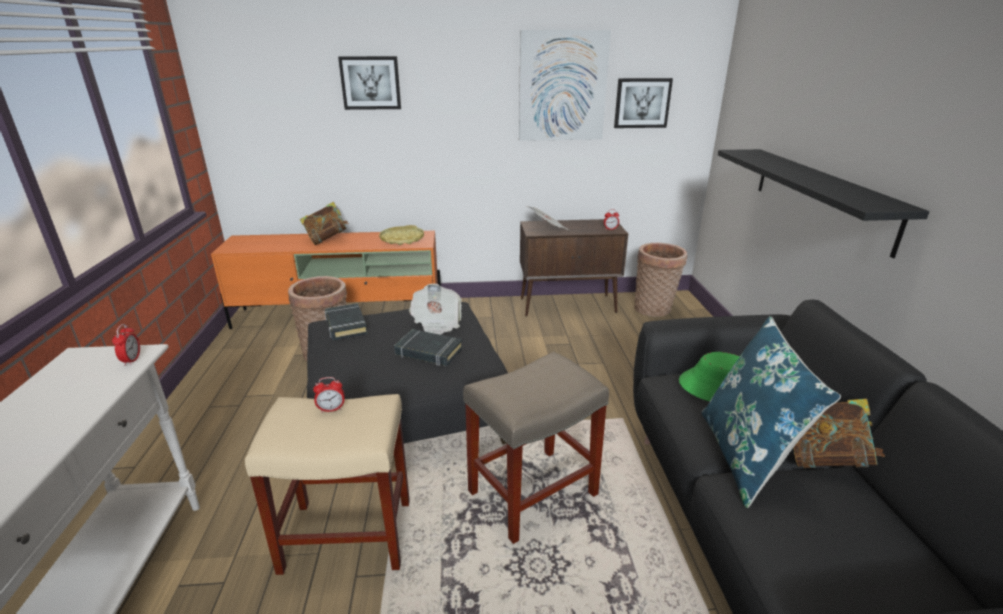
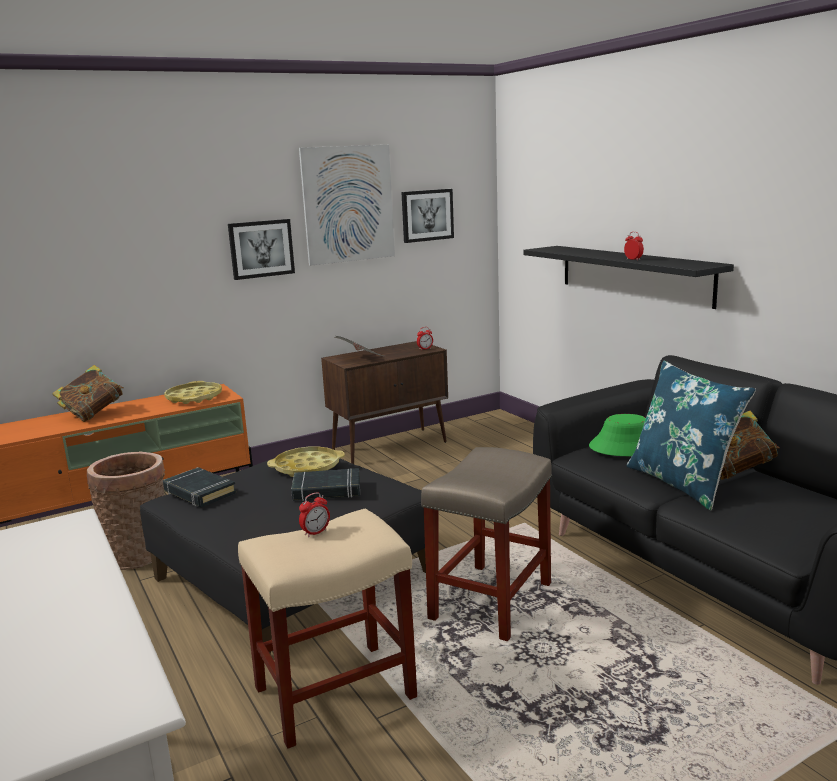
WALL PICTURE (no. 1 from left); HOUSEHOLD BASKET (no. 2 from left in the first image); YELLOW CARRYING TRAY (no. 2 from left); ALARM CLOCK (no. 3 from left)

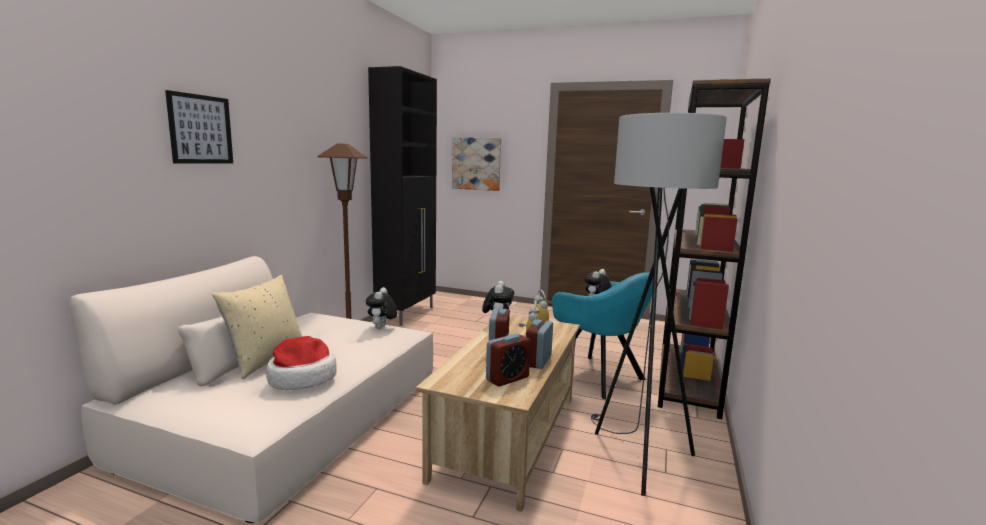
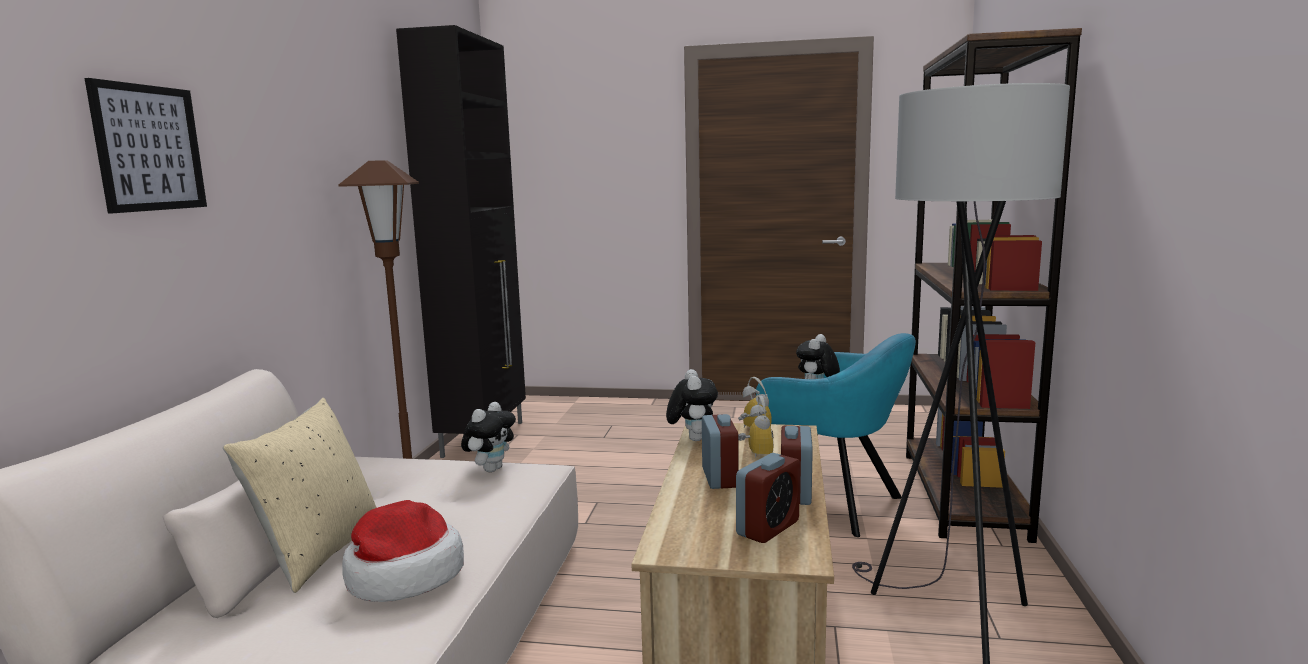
WALL PICTURE (no. 2 from left in the first image); PLUSH TOY (no. 1 from left)

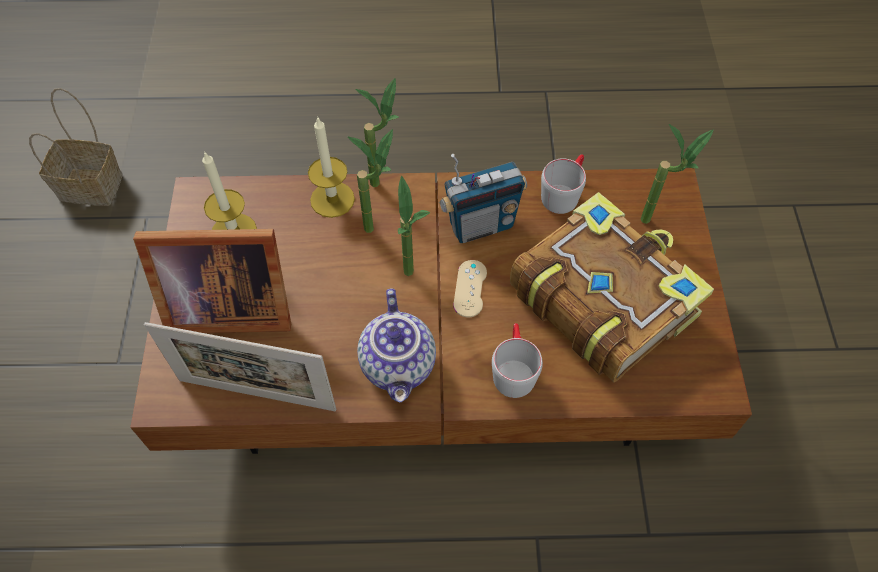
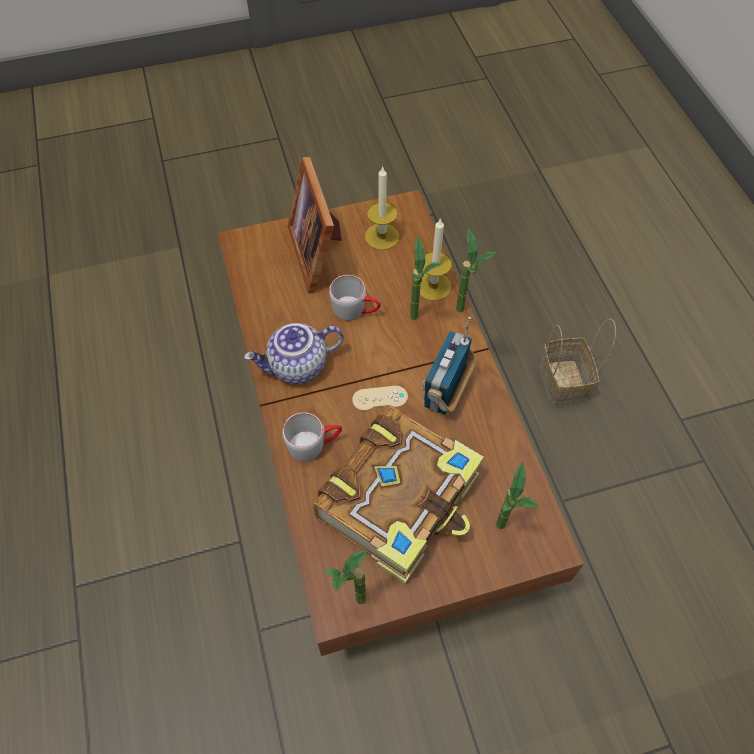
HOUSEHOLD BASKET; RADIO; GREYISH COFFEE MUG (no. 2 from left); PLANT IN A POT (no. 1 from left); STANDING FRAME (no. 2 from left in the first image)

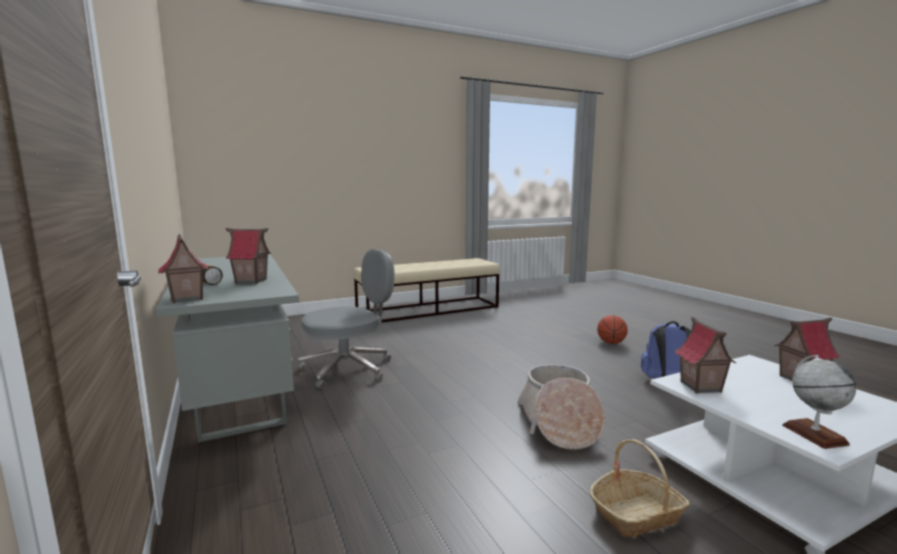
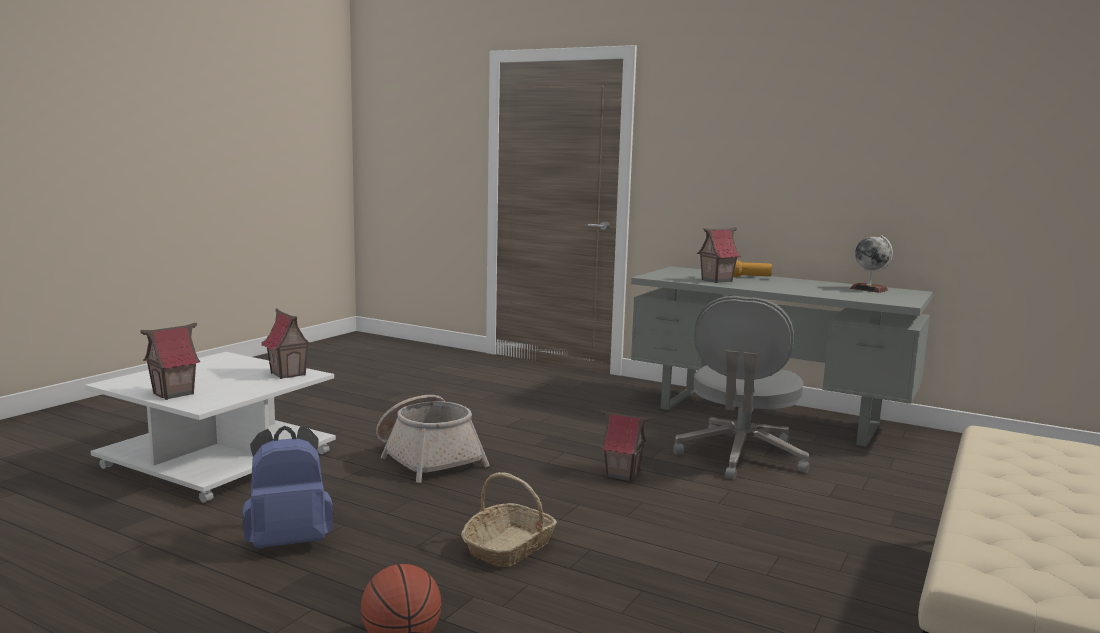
MINIATURE HOUSE (no. 3 from left); WORLD GLOBE; HOUSEHOLD BASKET (no. 2 from left)

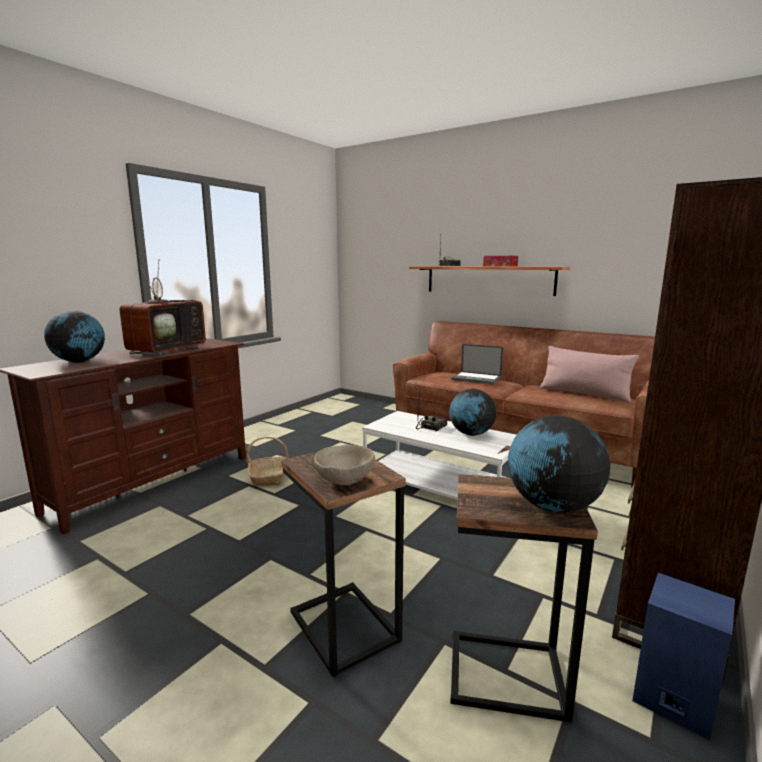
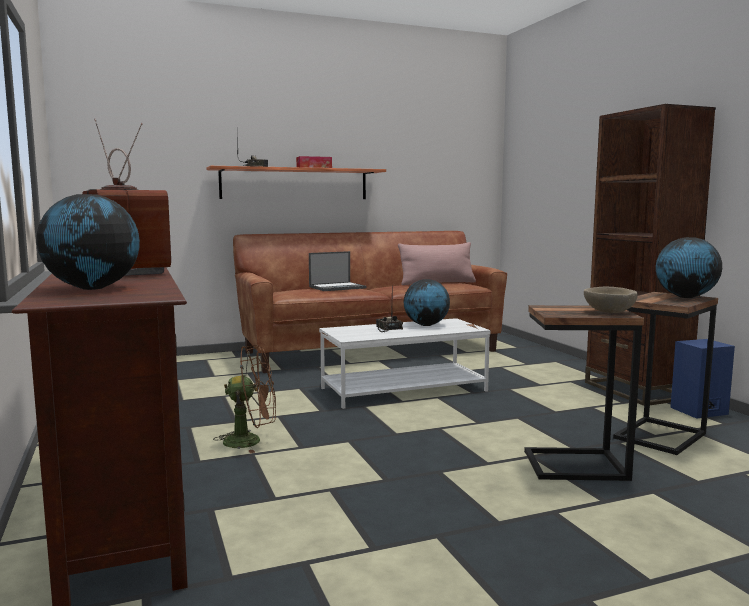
BROWN-COLOURED FAN

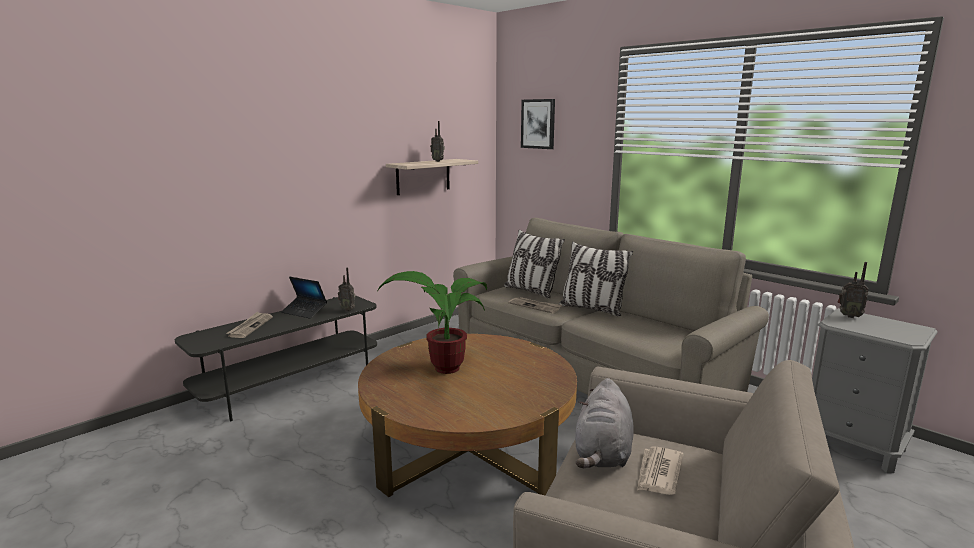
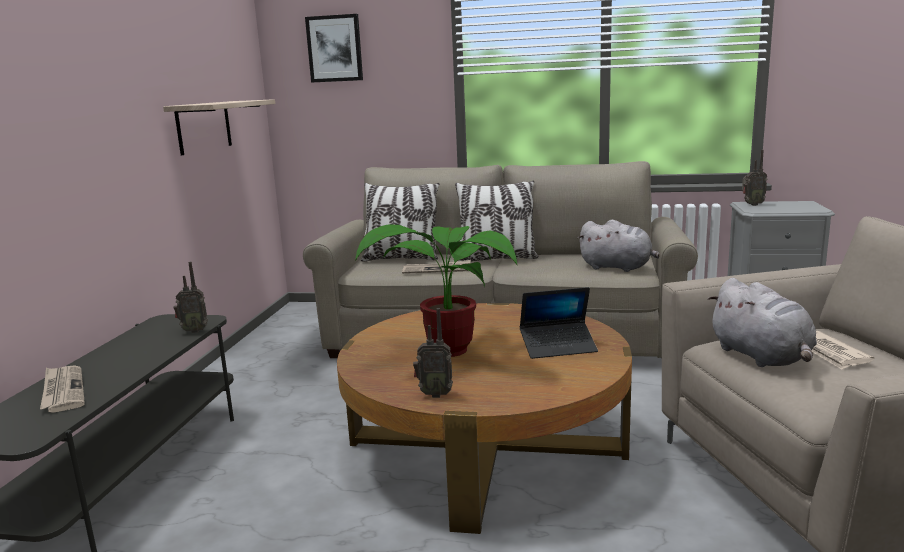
RADIO (no. 2 from left); PORTABLE COMPUTER; GREYISH PLUSH TOY (no. 1 from left)

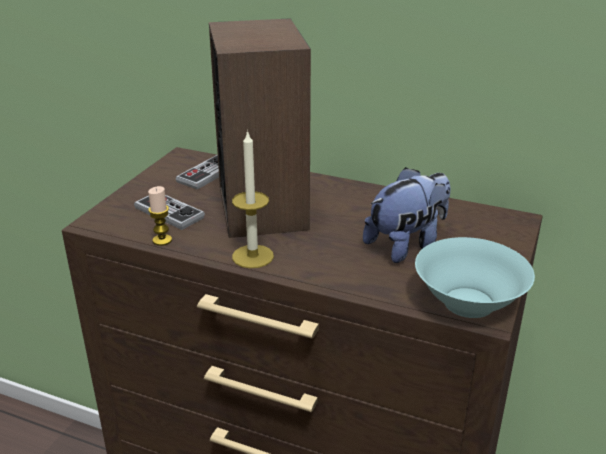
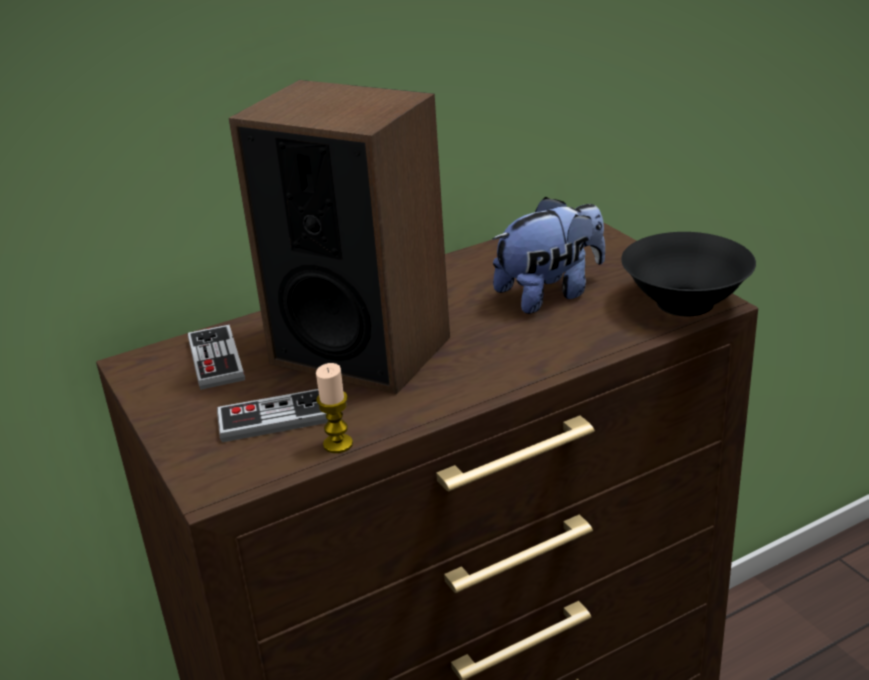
WAX CANDLE (no. 2 from left in the first image); PLUSH TOY; BLACK-COLOURED DEEP DISH

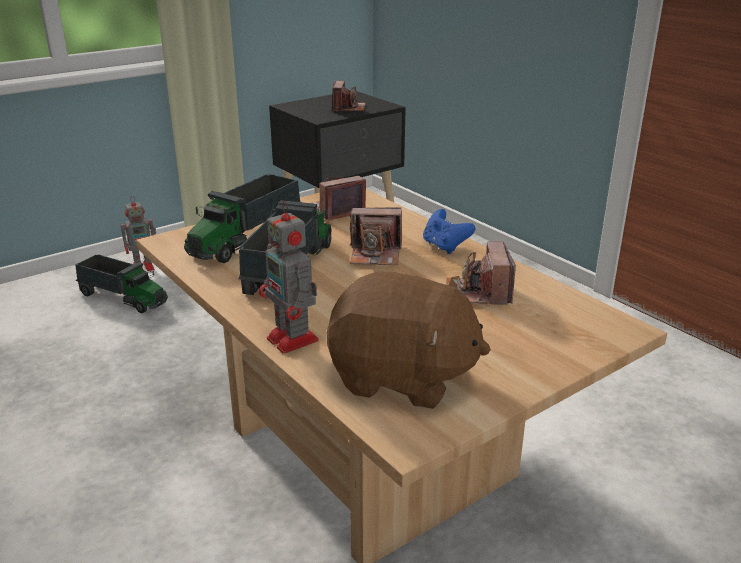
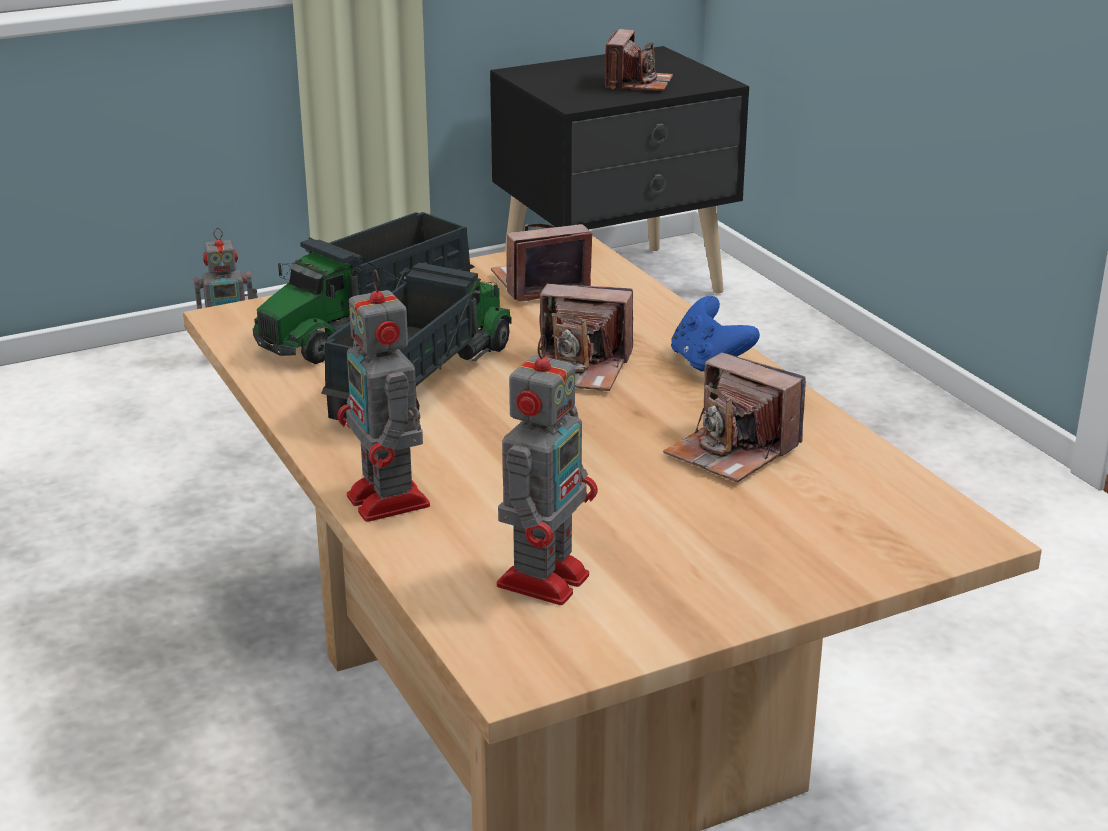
PHOTO CAMERA (no. 4 from left); TOY TRUCK (no. 1 from left in the first image); TOY ROBOT (no. 3 from left)

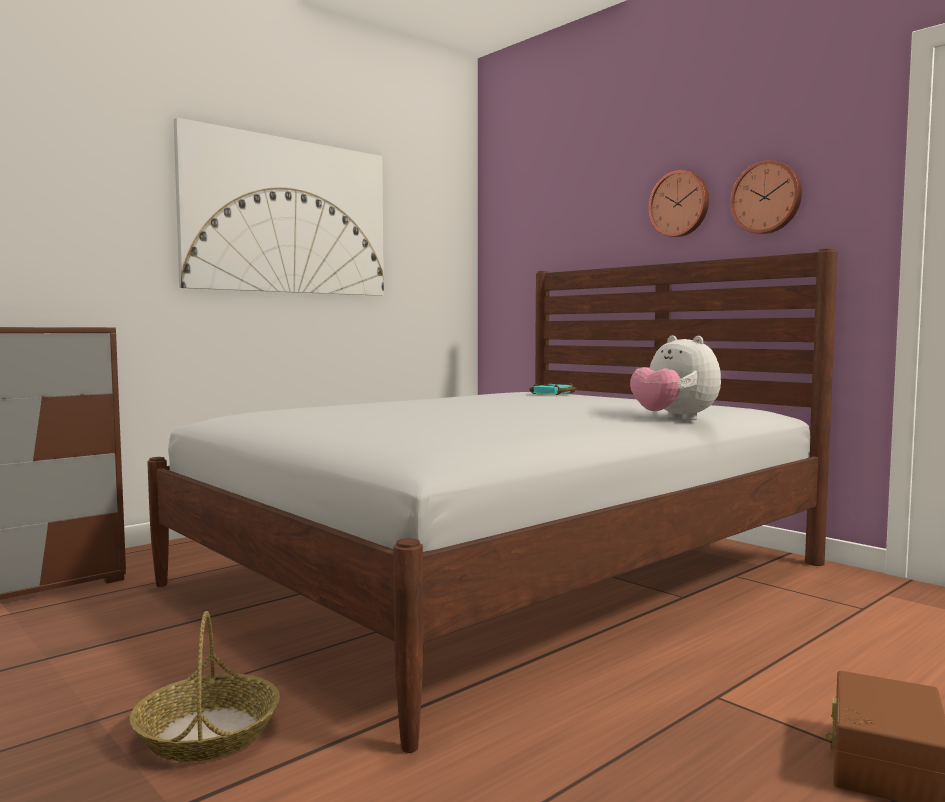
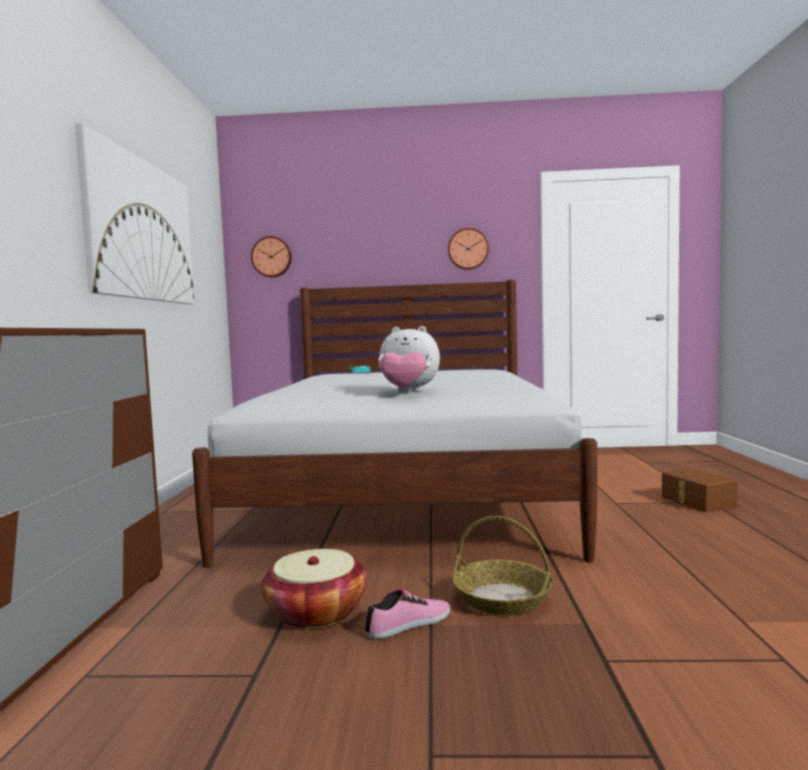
CLOCK ON THE WALL (no. 1 from left); PLUSH TOY; HOUSEHOLD BASKET (no. 1 from left); SHOE

